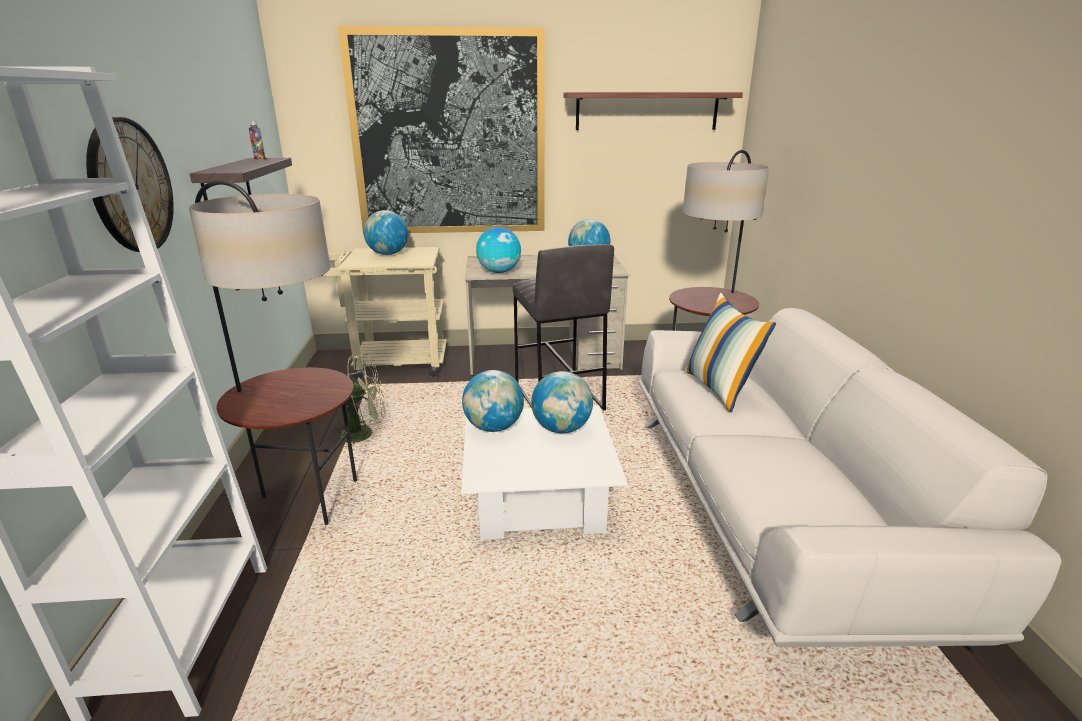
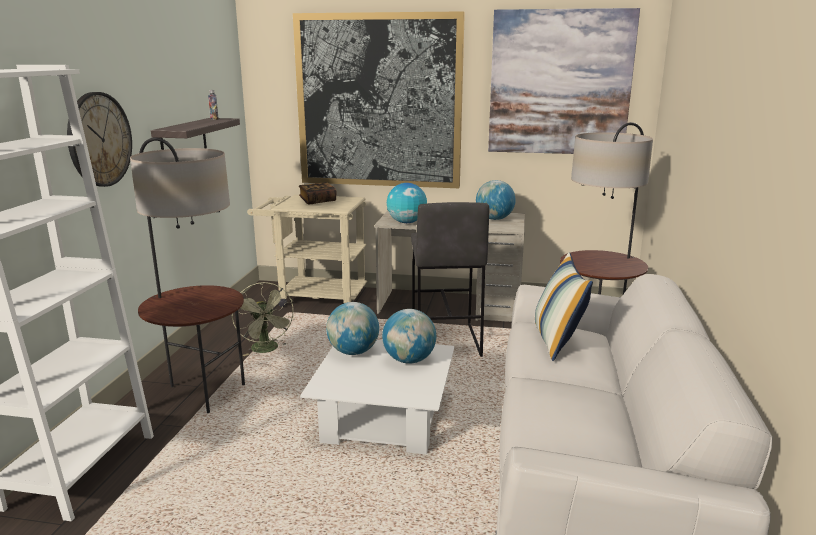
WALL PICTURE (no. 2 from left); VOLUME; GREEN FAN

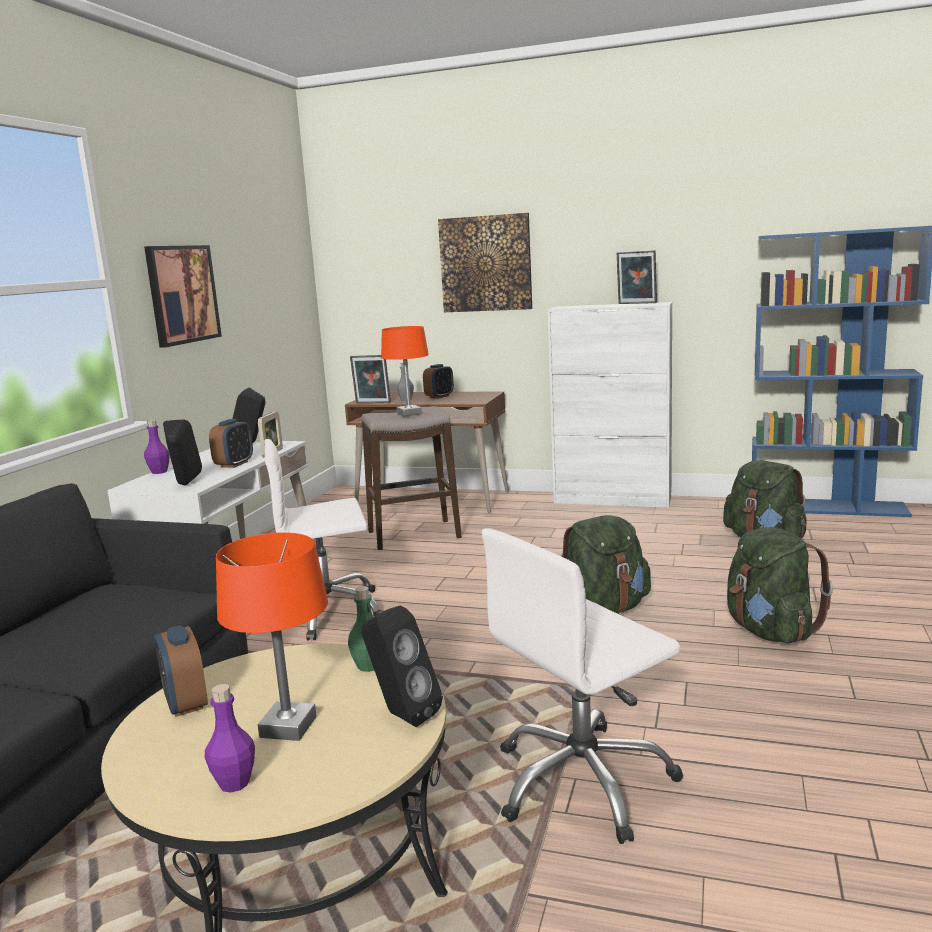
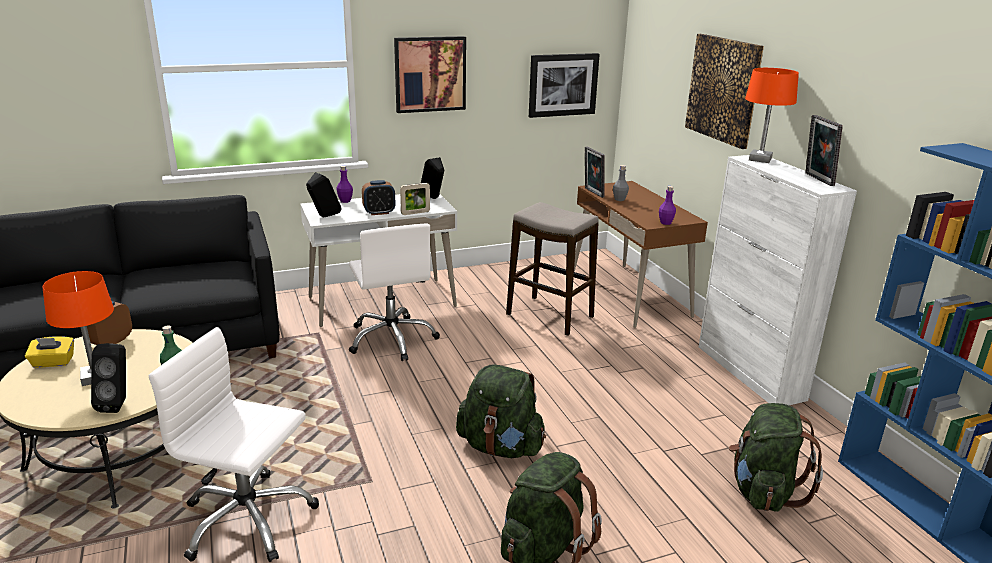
ORANGE-COLOURED LAMP FOR A TABLE (no. 2 from left); ALARM CLOCK (no. 3 from left in the first image); WHITE COMPUTER CHAIR (no. 2 from left); PURPLE BOTTLE (no. 2 from left); WALL PICTURE (no. 2 from left); YELLOW TISSUE BOX

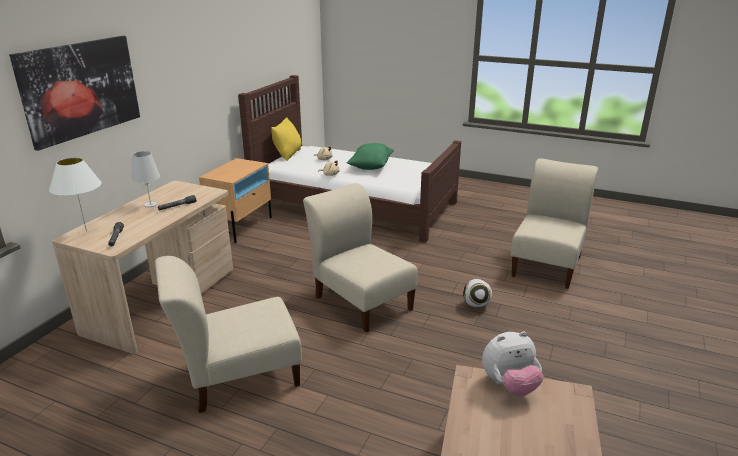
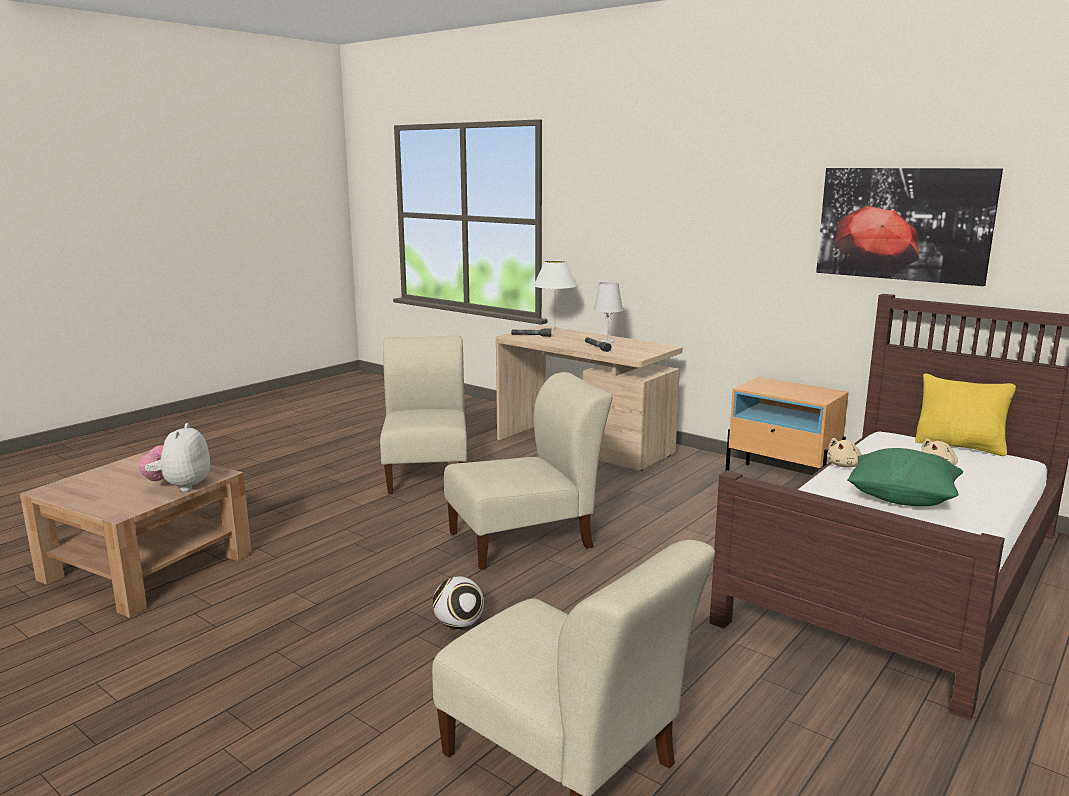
WALL PICTURE

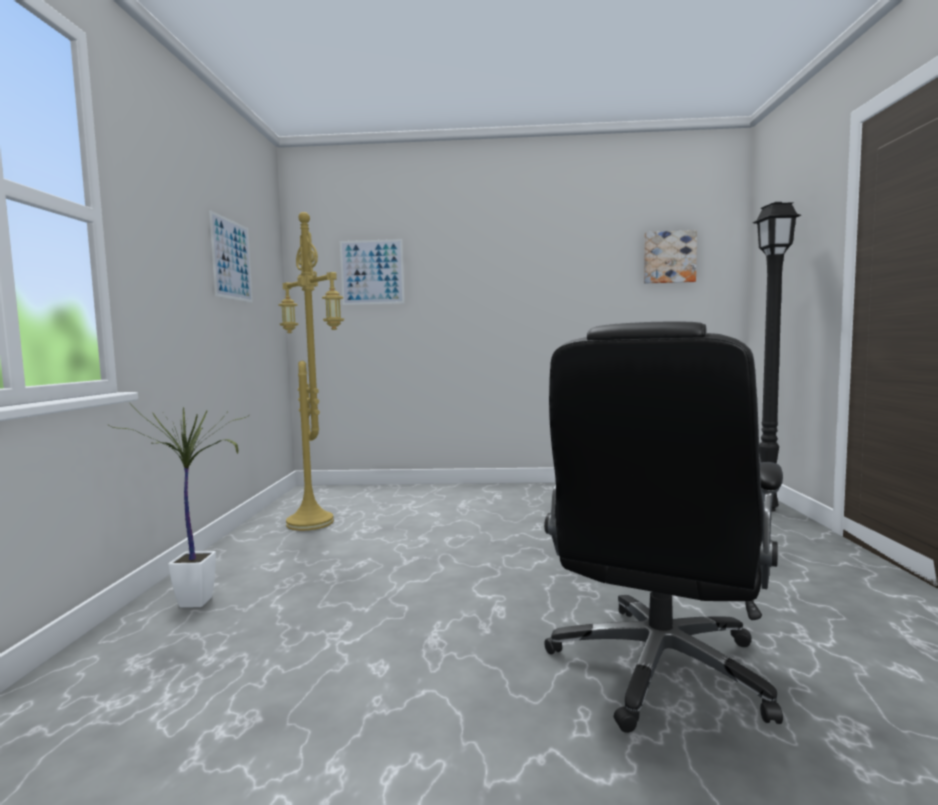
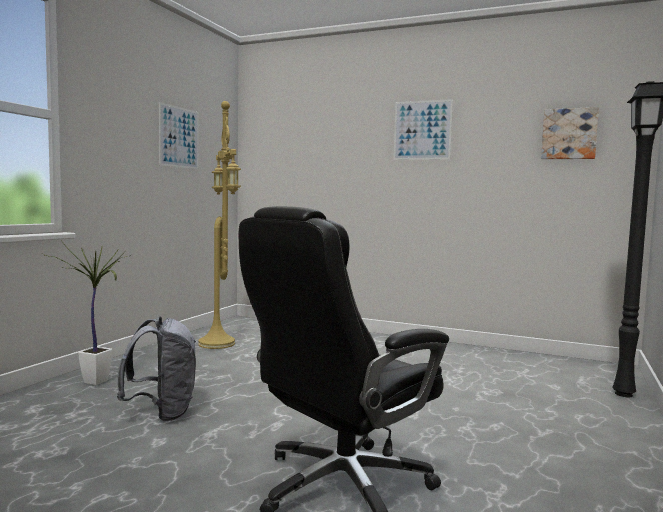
WALL PICTURE (no. 2 from left); GREYISH RUCKSACK

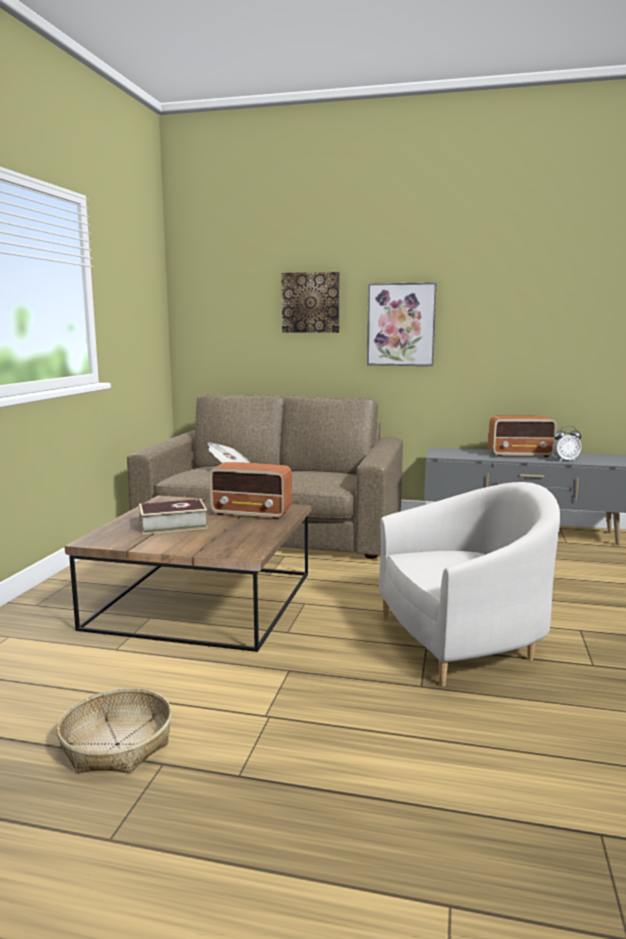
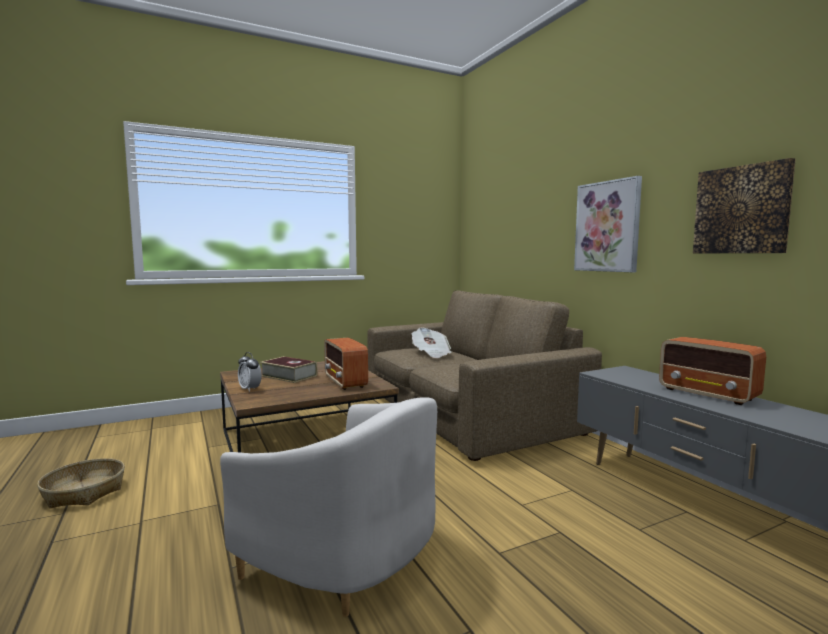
WALL PICTURE (no. 2 from left); ALARM CLOCK

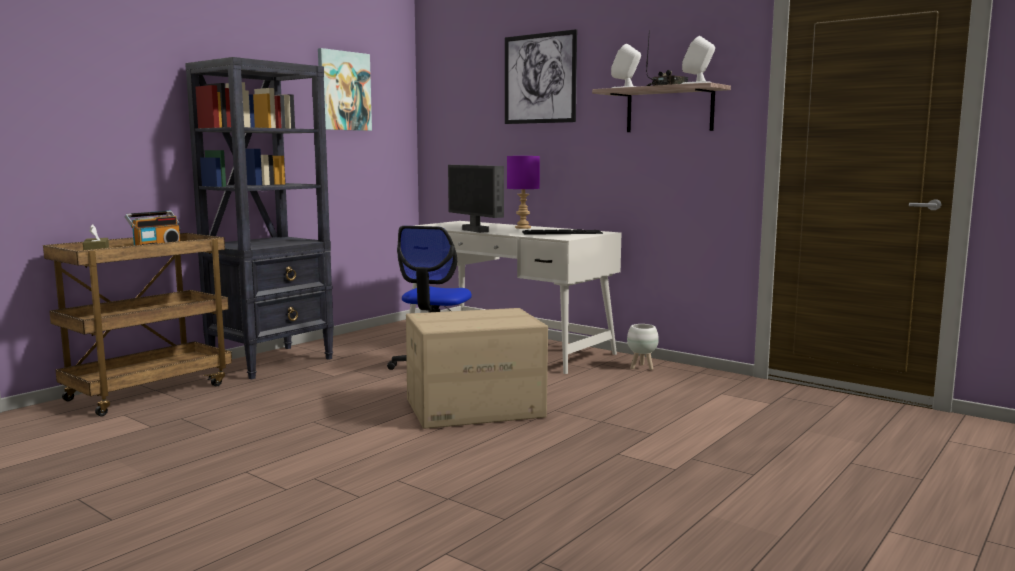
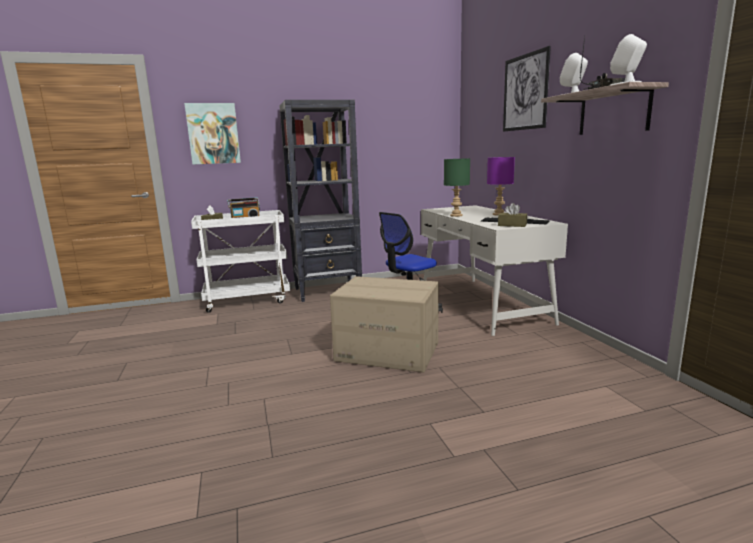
WALL PICTURE (no. 1 from left); GREEN LAMP FOR A TABLE; WHITE WHEELED CART; WHITE FLOWER POT; BROWN-COLOURED TISSUE BOX (no. 2 from left)

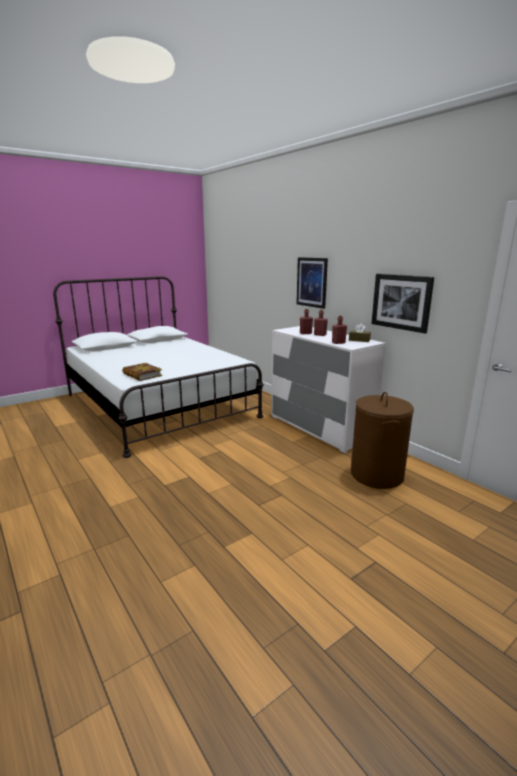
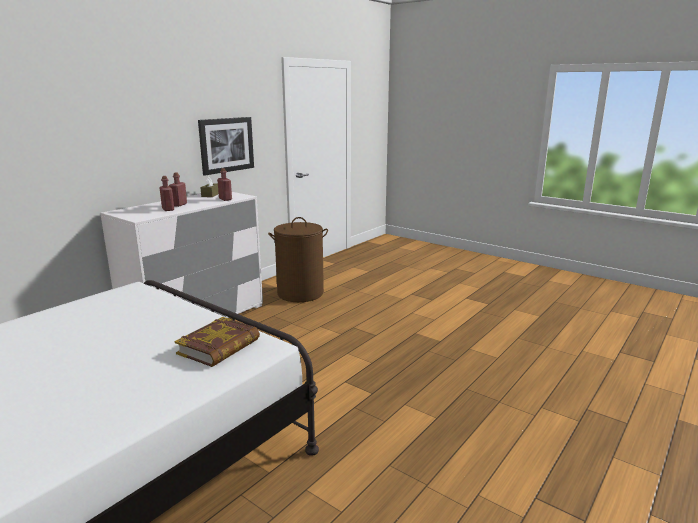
WALL PICTURE (no. 1 from left in the first image)

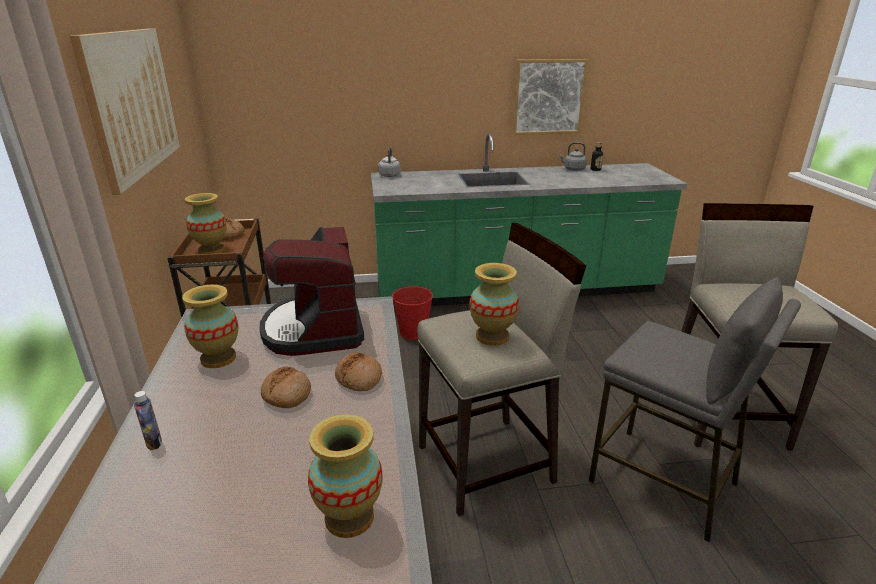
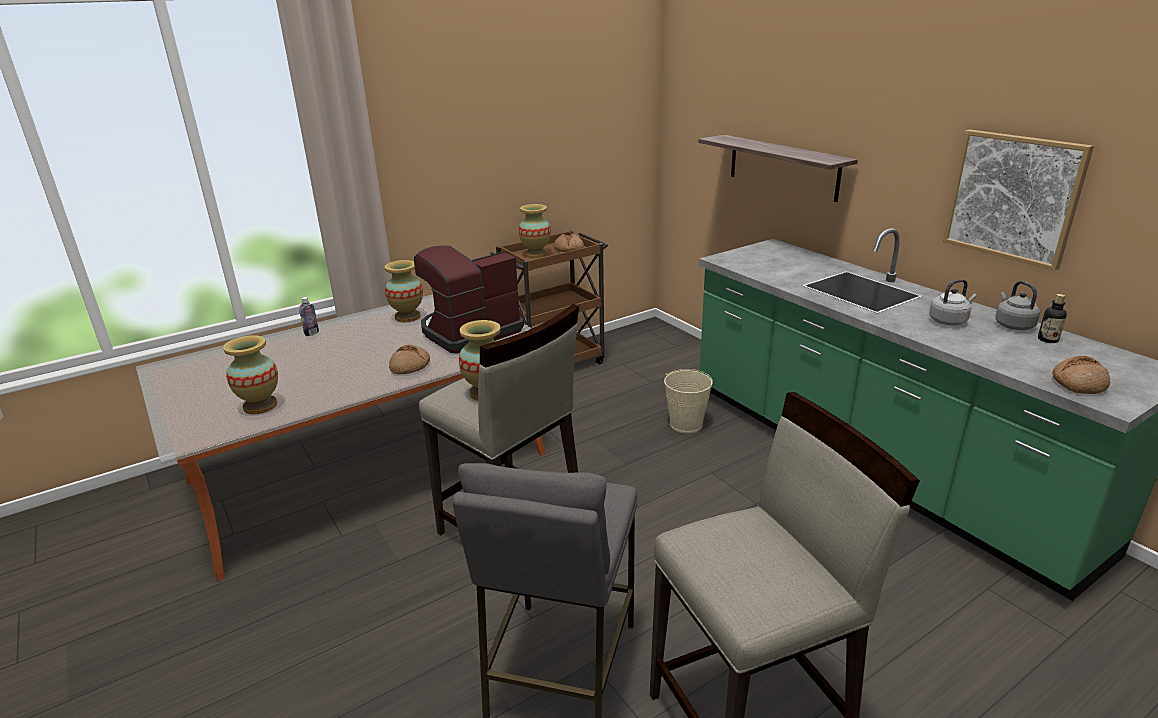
WALL PICTURE (no. 1 from left in the first image); GREYISH TEA KETTLE (no. 1 from left); BEIGE PAIL; BAKERY BREAD (no. 3 from left); SHELF

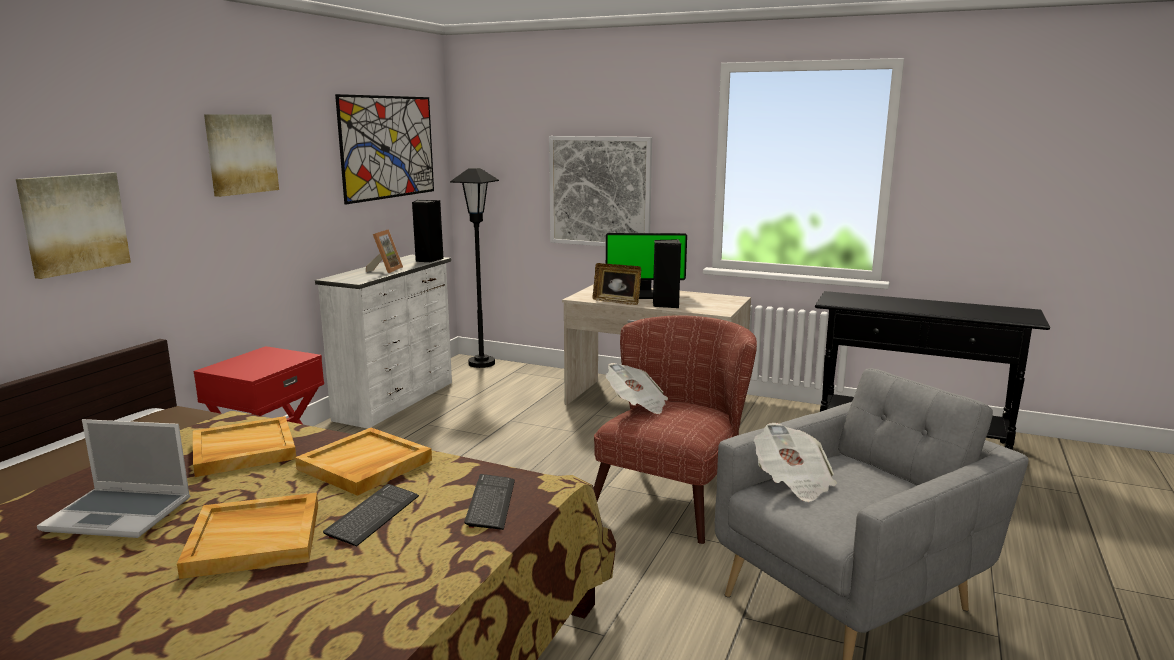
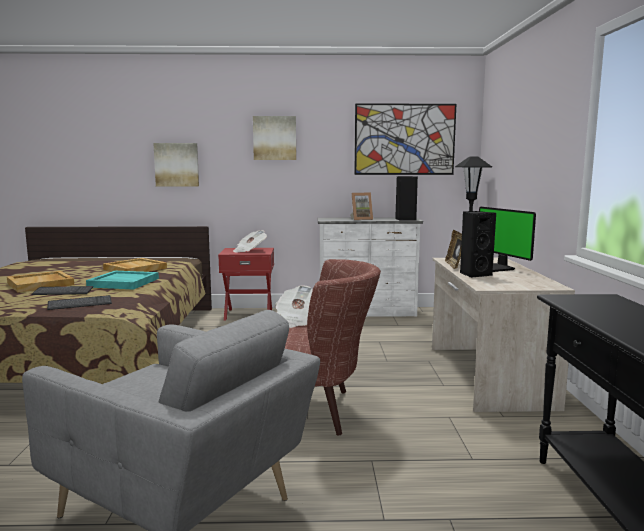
WALL PICTURE (no. 4 from left in the first image); PORTABLE COMPUTER; DAILY PAPER (no. 1 from left); TURQUOISE-COLOURED CARRYING TRAY

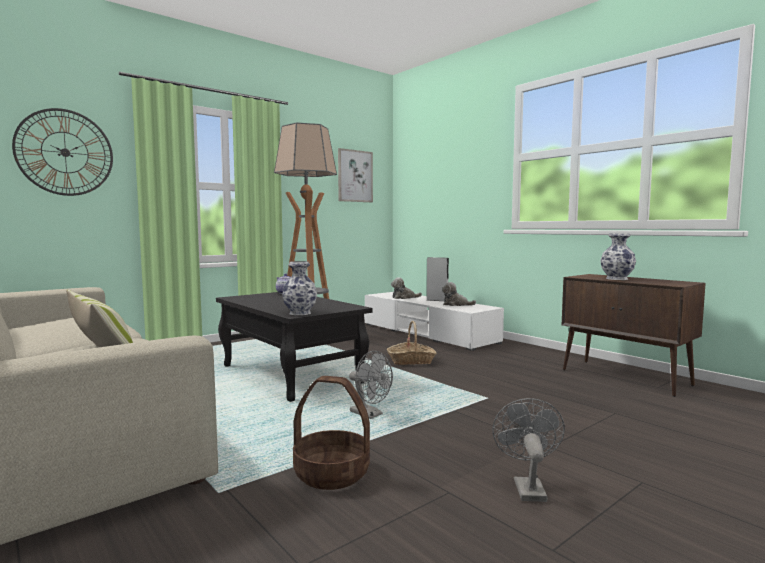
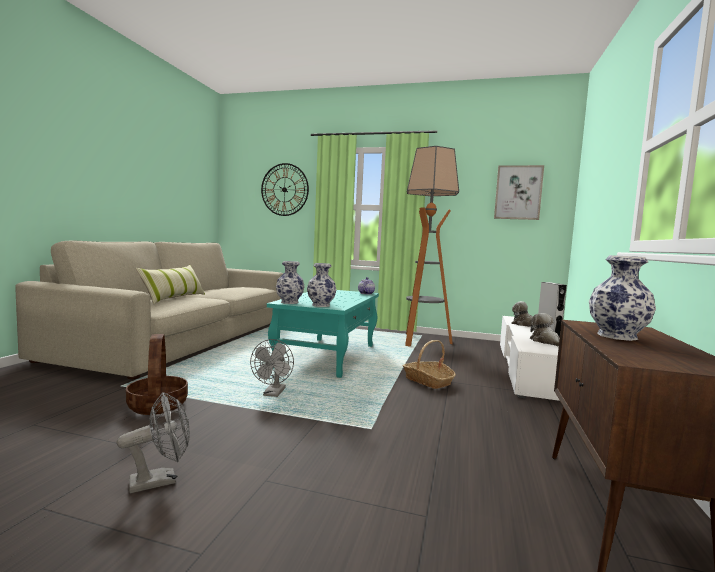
TURQUOISE-COLOURED LOW TABLE; DECORATIVE VASE (no. 2 from left)

